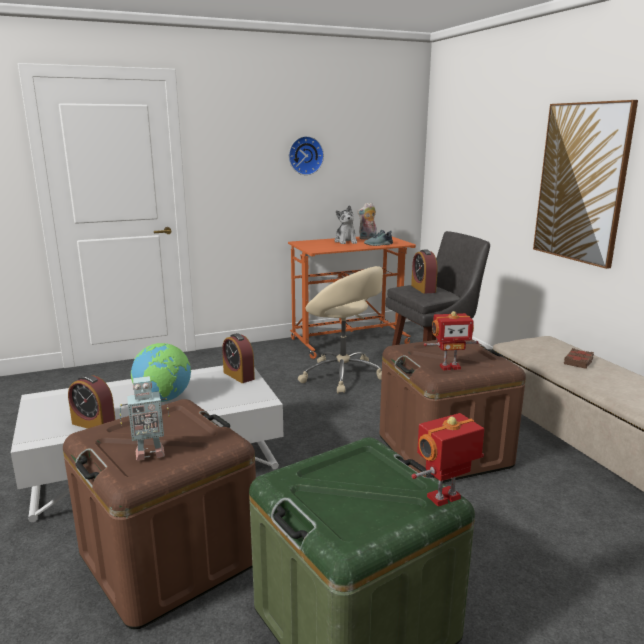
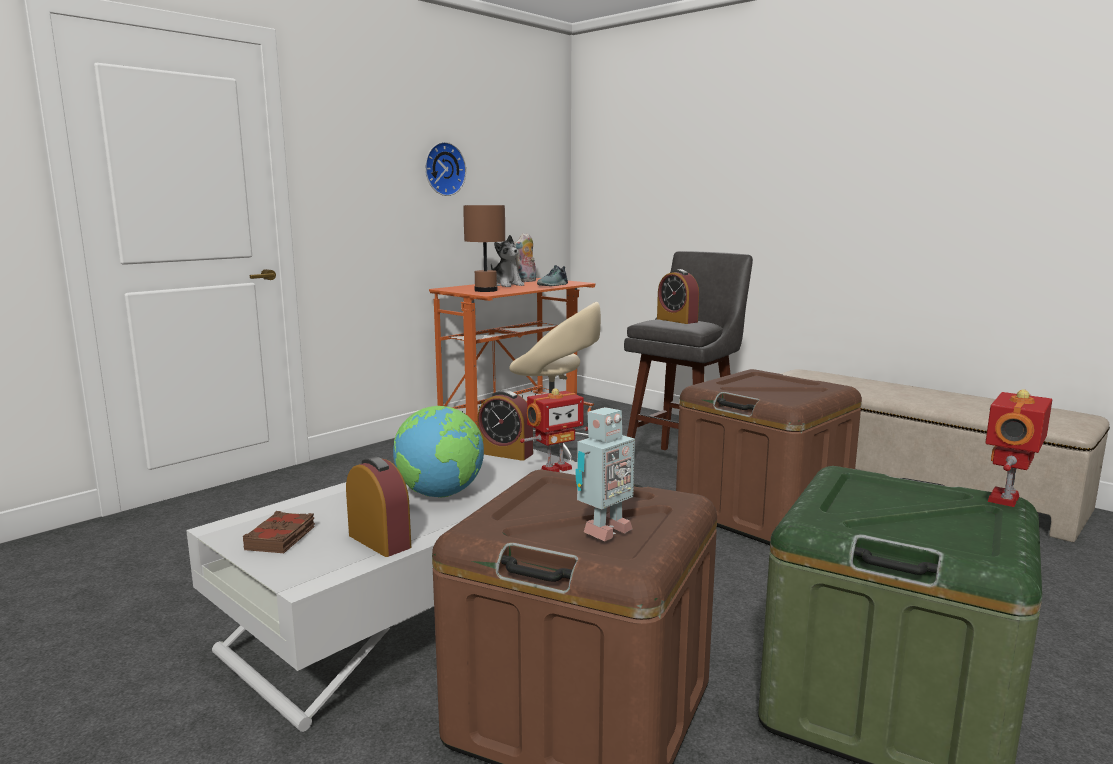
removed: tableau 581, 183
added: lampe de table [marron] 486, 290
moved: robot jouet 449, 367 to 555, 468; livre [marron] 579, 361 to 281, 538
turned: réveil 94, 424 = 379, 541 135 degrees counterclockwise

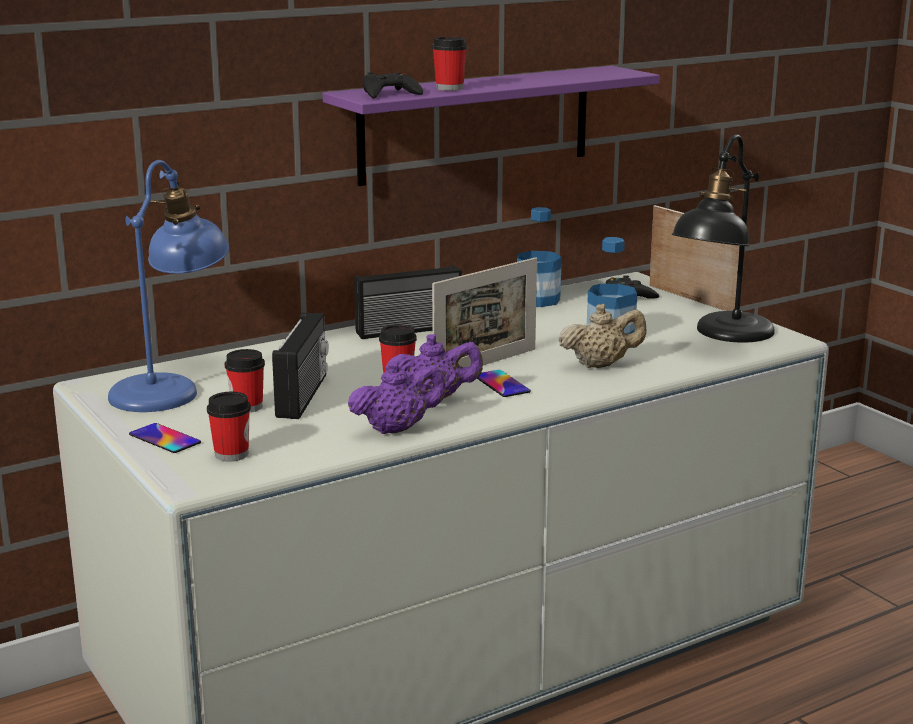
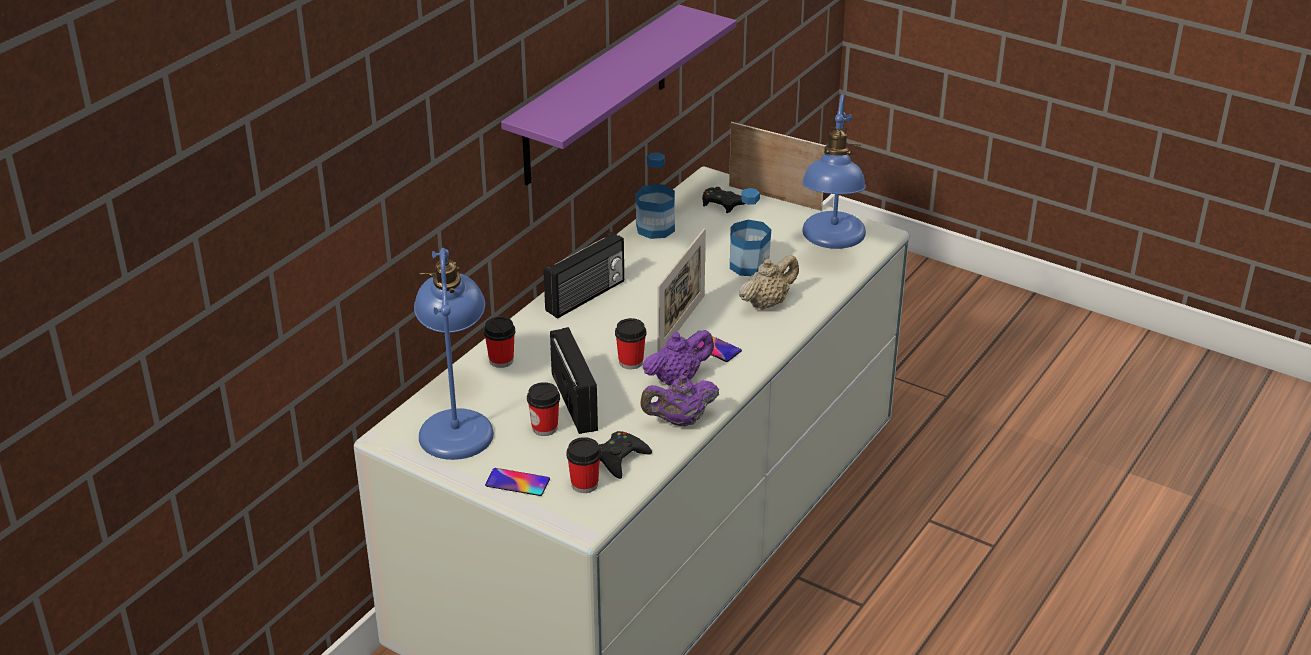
moved: tasse 449, 88 to 501, 360; manette [noir] 389, 94 to 620, 458
recoloured: lampe de table [noir] 722, 339 to lampe de table [bleu] 832, 247
turned: théière [violet] 397, 429 = 680, 421 150 degrees counterclockwise

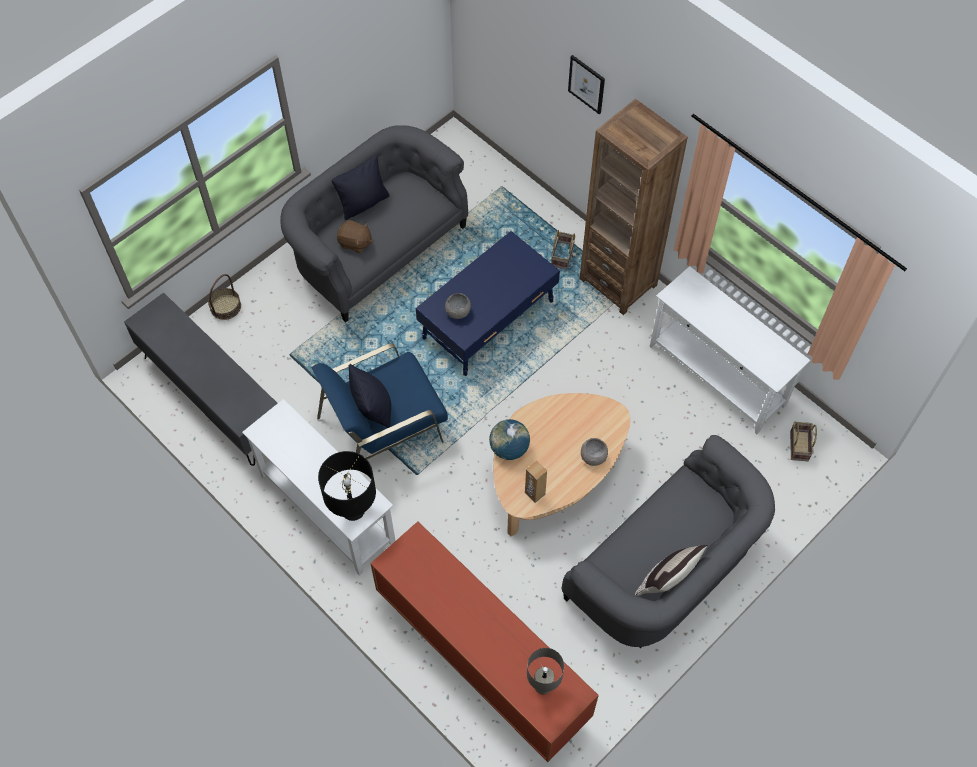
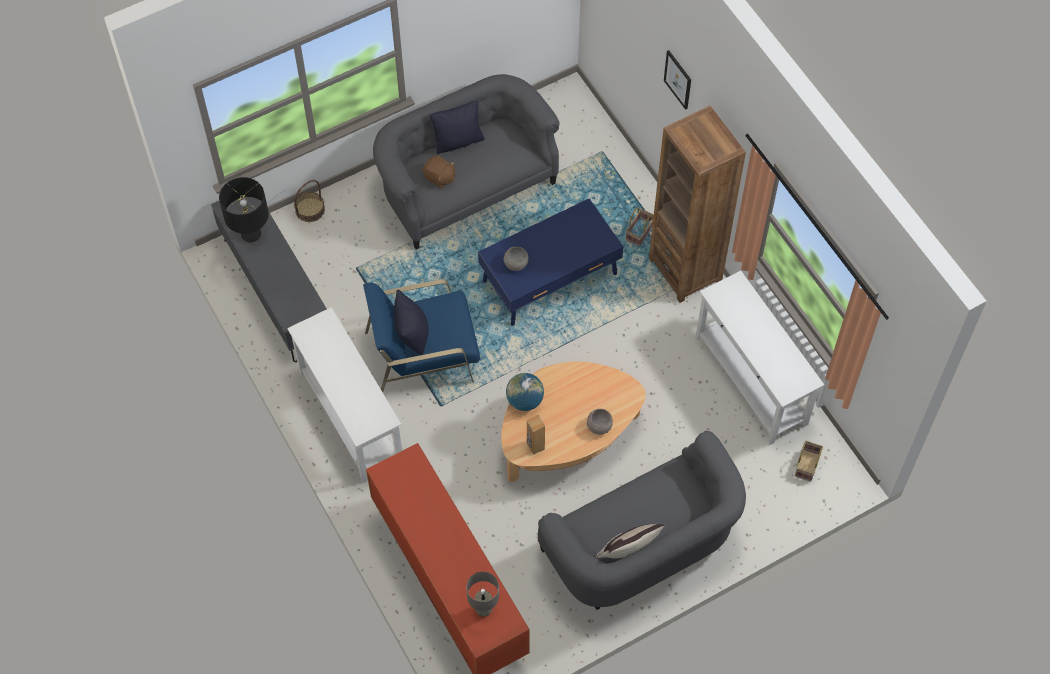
moved: lampe de table [noir] 353, 511 to 251, 235

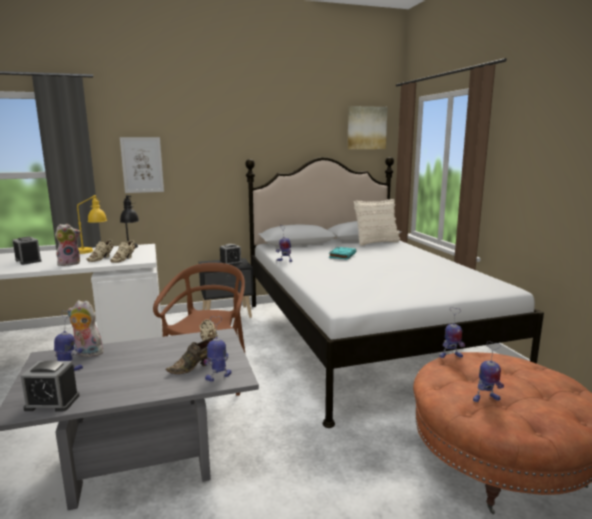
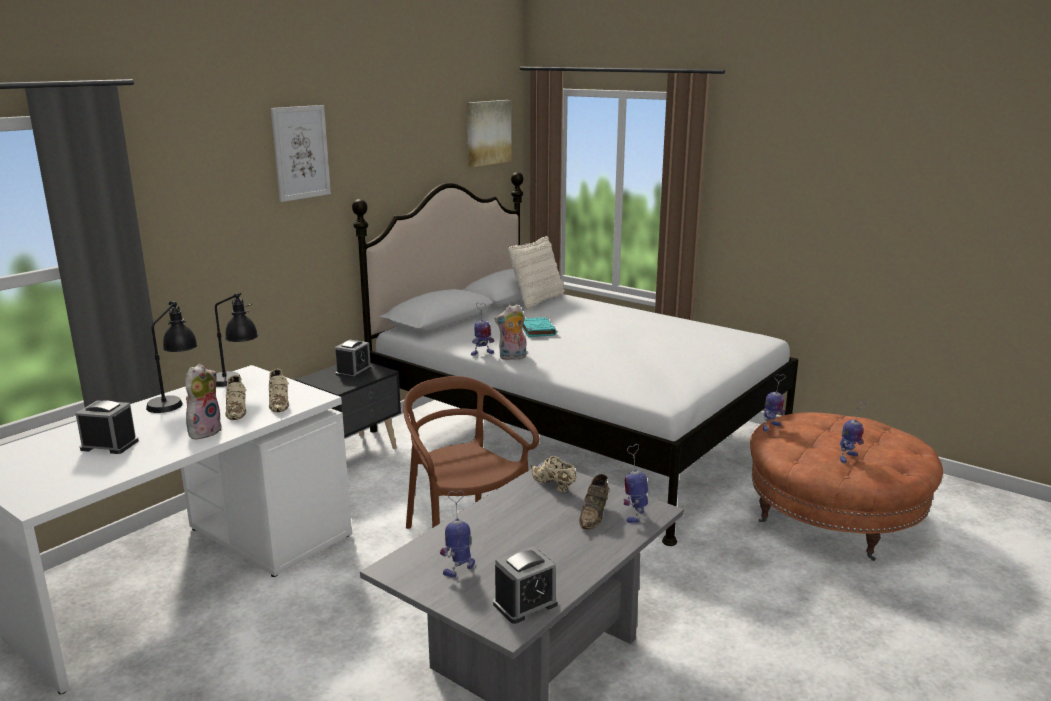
moved: tableau 142, 165 to 301, 152; peluche 87, 353 to 512, 357
recoloured: lampe de table [jaune] 92, 250 to lampe de table [noir] 176, 400

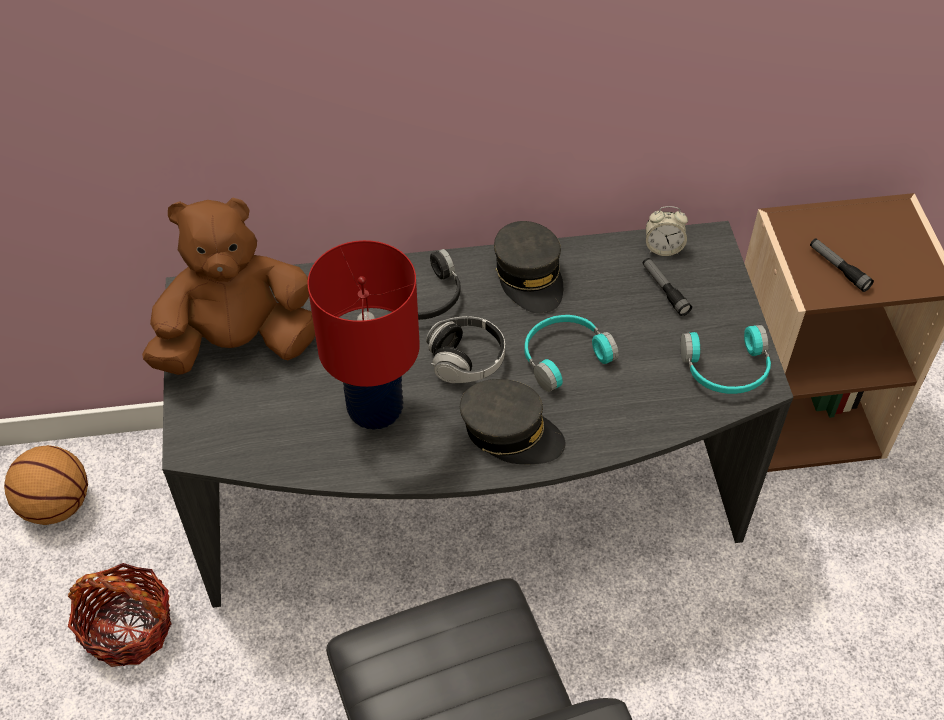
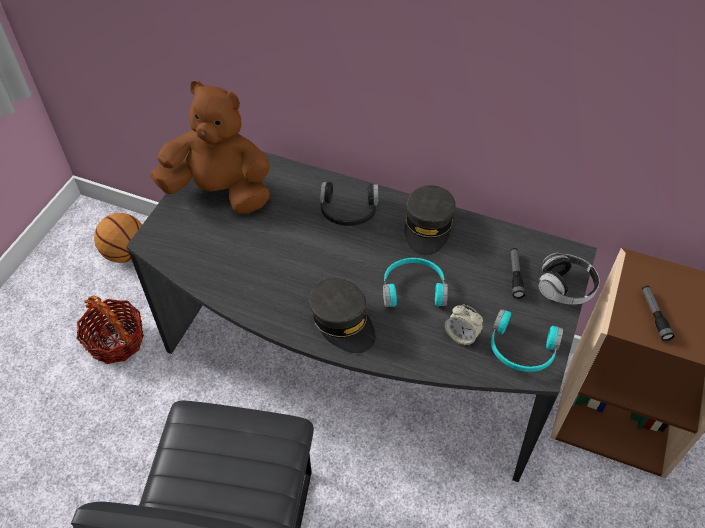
removed: lampe de table [rouge] 376, 412
moved: réveil 663, 248 to 461, 335; casque audio 466, 360 to 565, 287

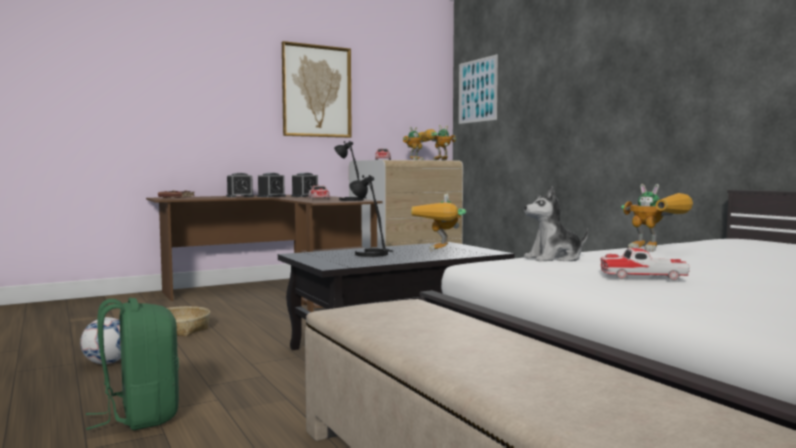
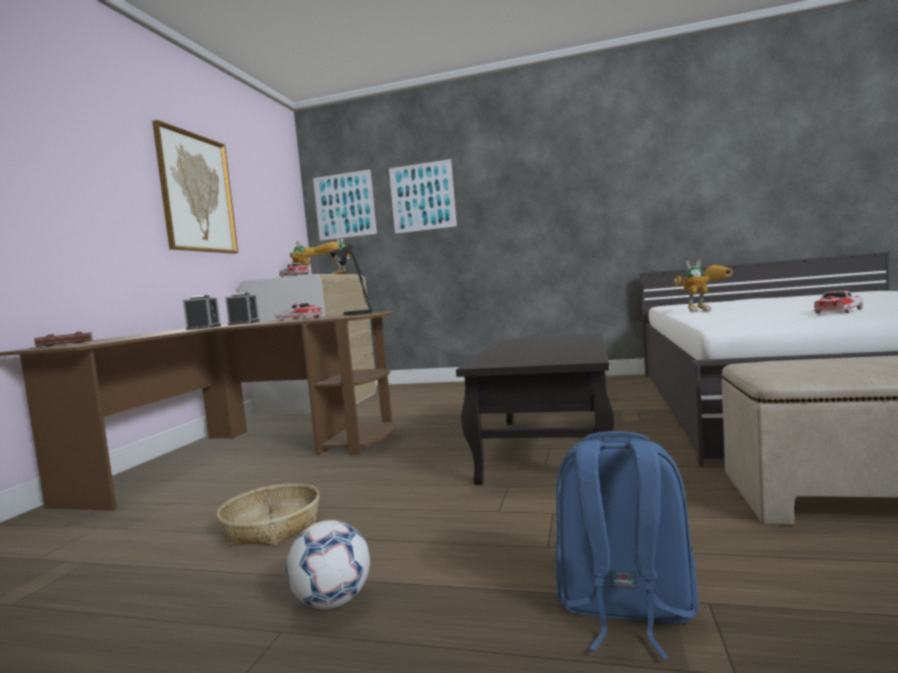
removed: réveil 240, 196; lampe de table [noir] 372, 254; peluche 554, 259; robot jouet 441, 251
added: tableau 422, 197
recoloured: sac à dos [vert] 140, 416 to sac à dos [bleu] 624, 610

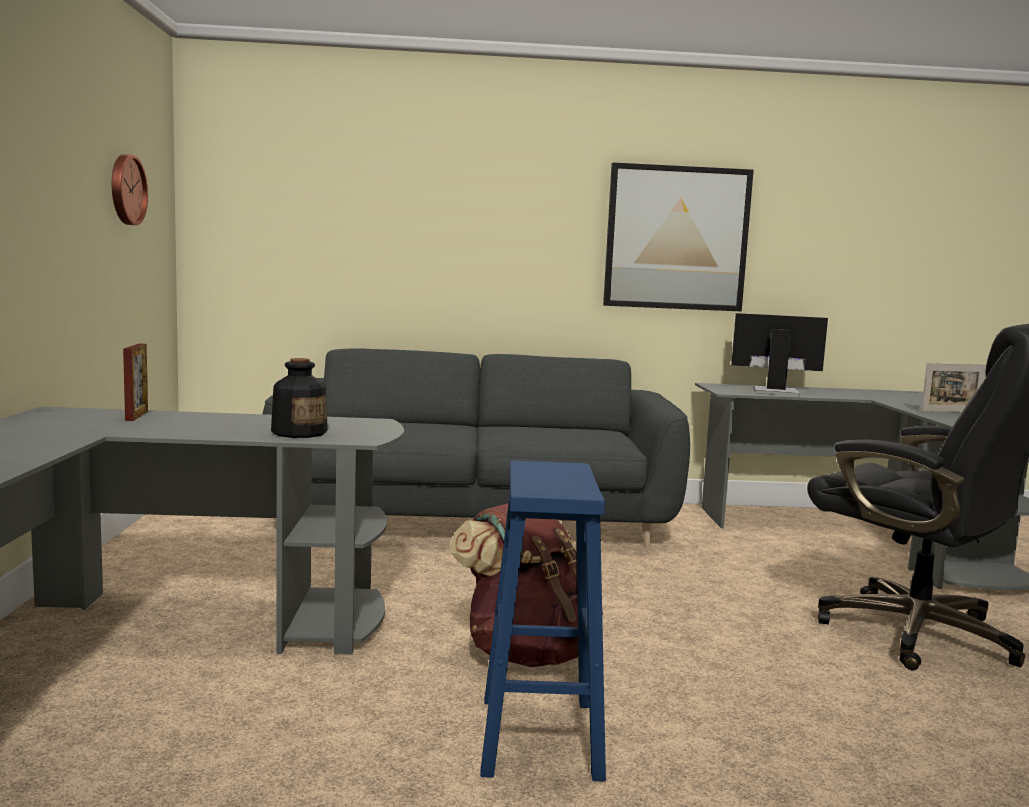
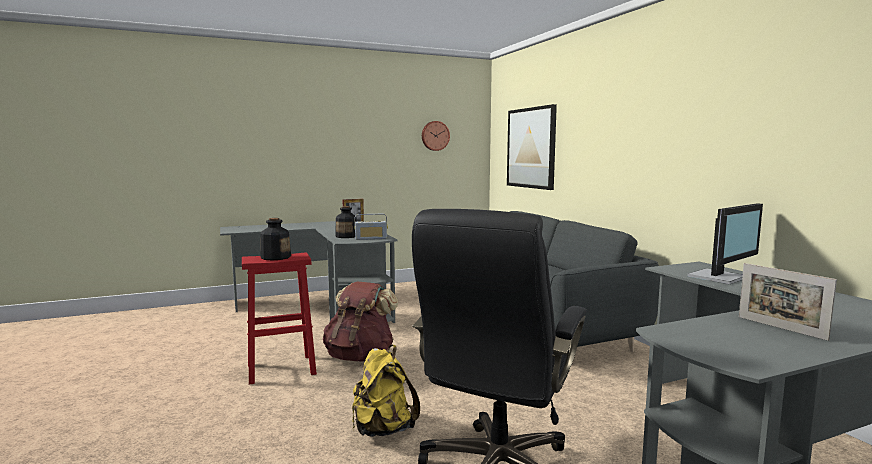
added: radio 371, 238; bouteille 275, 257; sac à dos [jaune] 383, 429
moved: tableau 676, 238 to 531, 148
recoloured: tabouret [bleu] 540, 738 to tabouret [rouge] 280, 369
turned: écran d'ordinateur 774, 391 = 720, 277 60 degrees clockwise

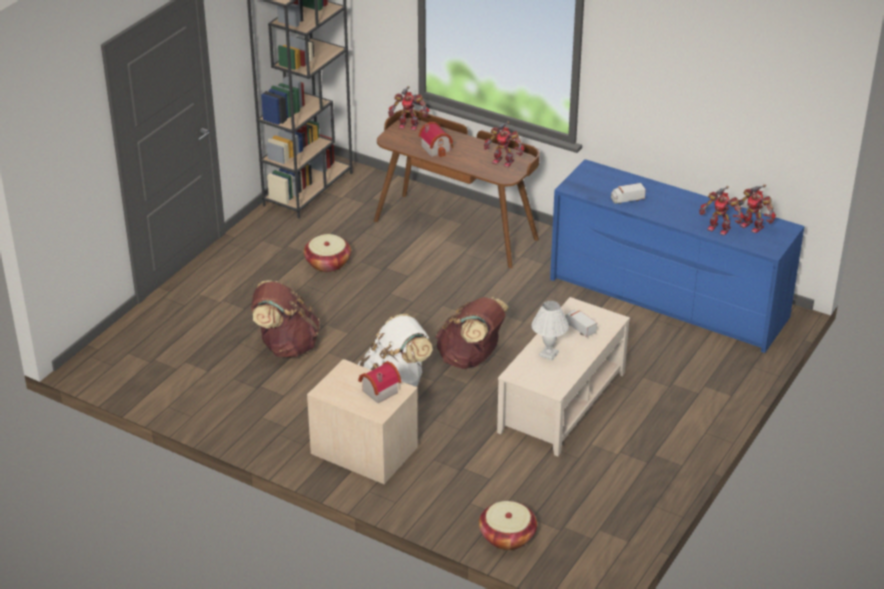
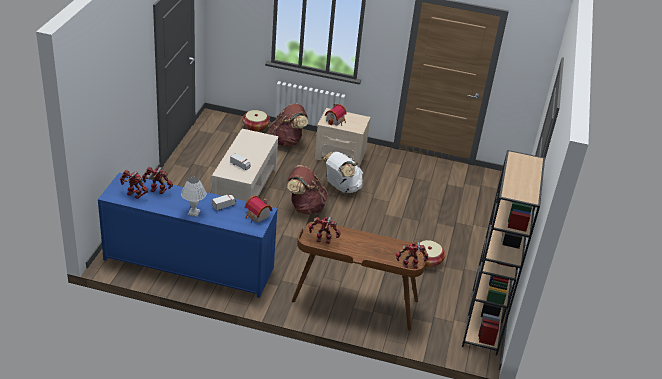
moved: maison miniature 437, 148 to 257, 216; sac à dos [marron] 286, 346 to 287, 141; lampe de table [blanc] 548, 354 to 194, 212

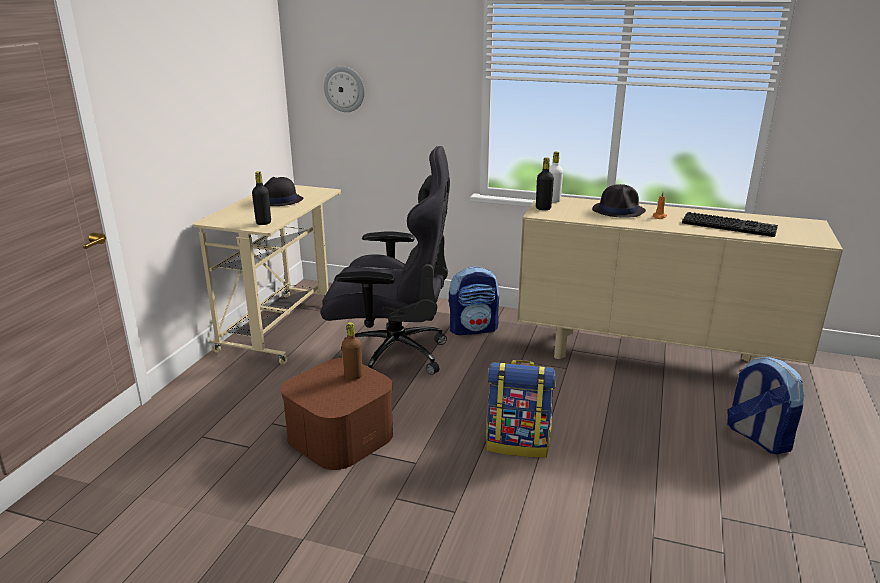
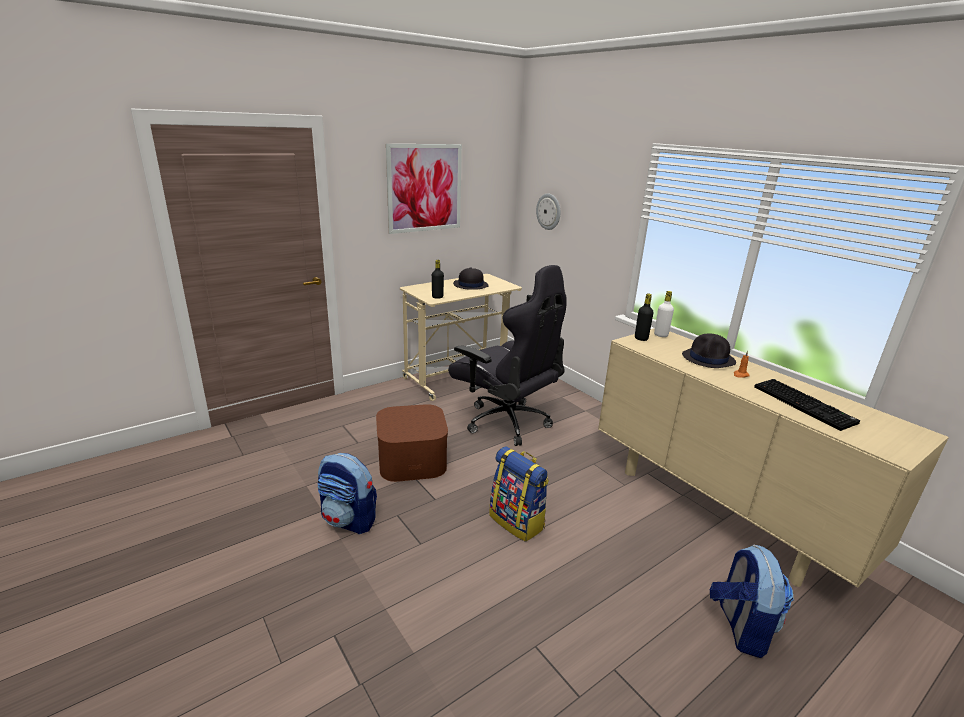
removed: bouteille [marron] 353, 376
added: tableau 424, 188
moved: sac à dos 473, 329 to 349, 520

